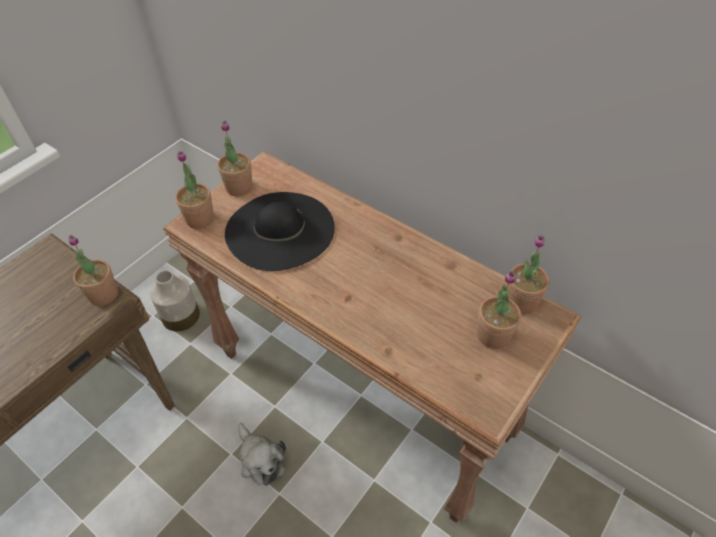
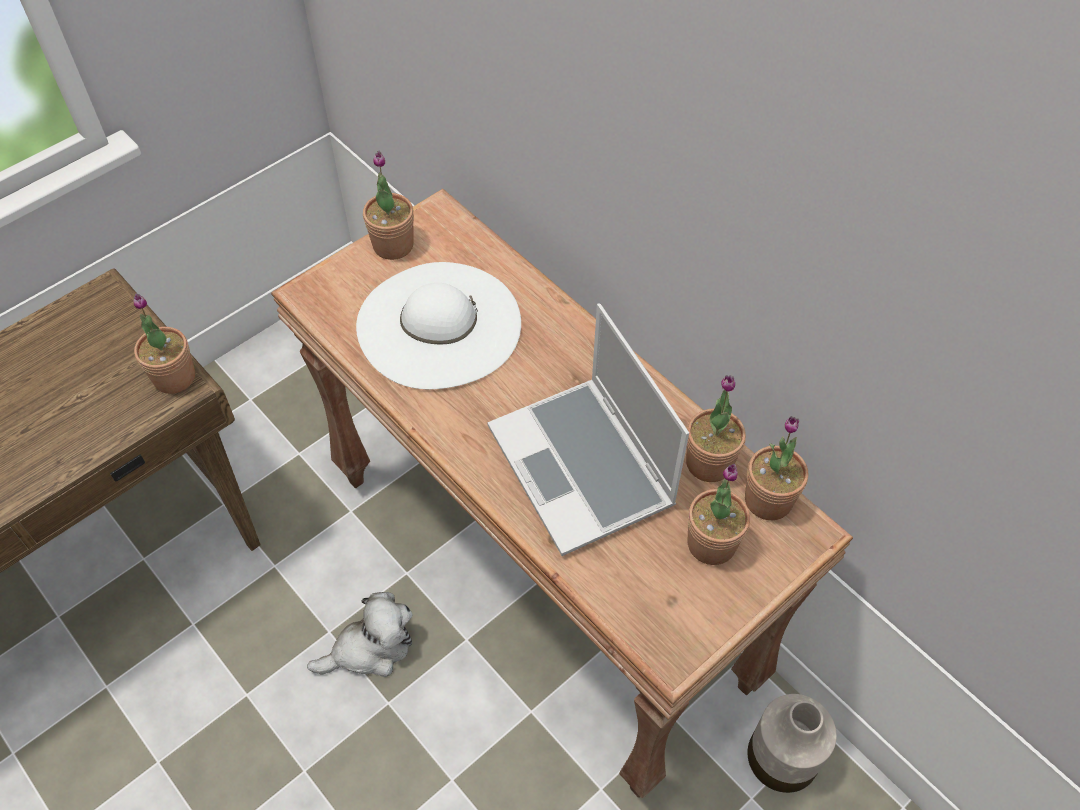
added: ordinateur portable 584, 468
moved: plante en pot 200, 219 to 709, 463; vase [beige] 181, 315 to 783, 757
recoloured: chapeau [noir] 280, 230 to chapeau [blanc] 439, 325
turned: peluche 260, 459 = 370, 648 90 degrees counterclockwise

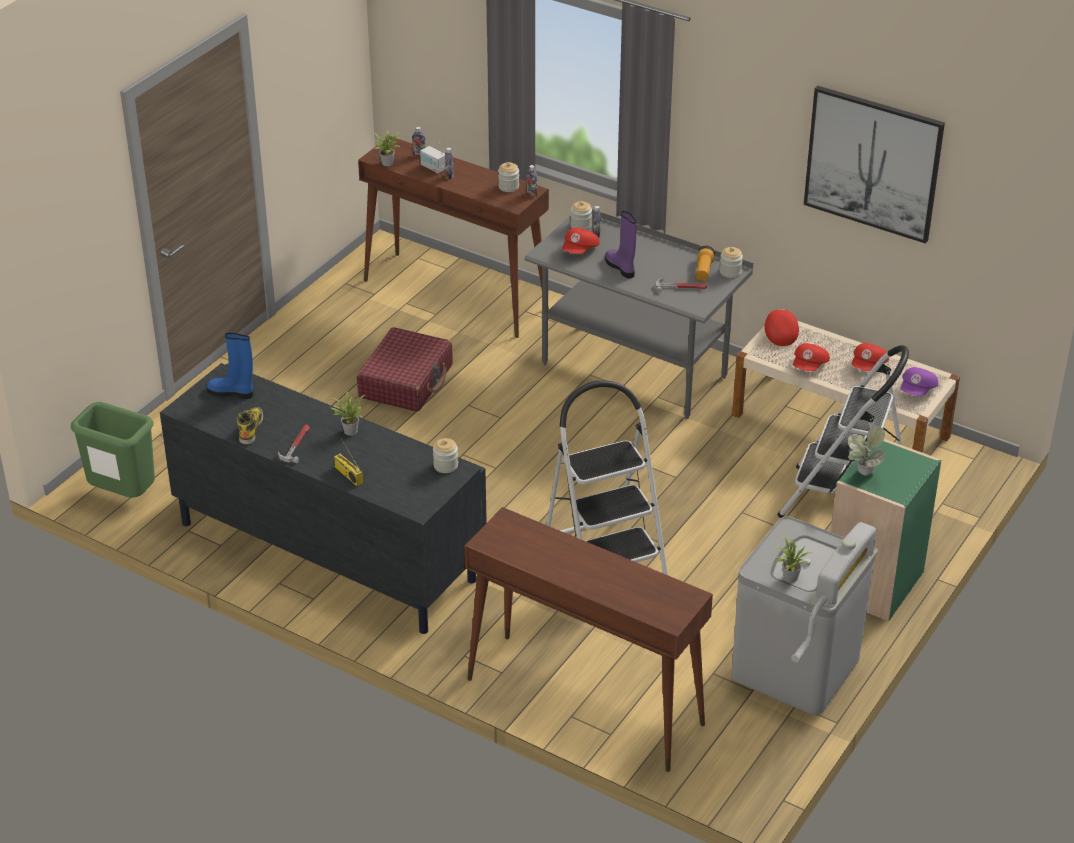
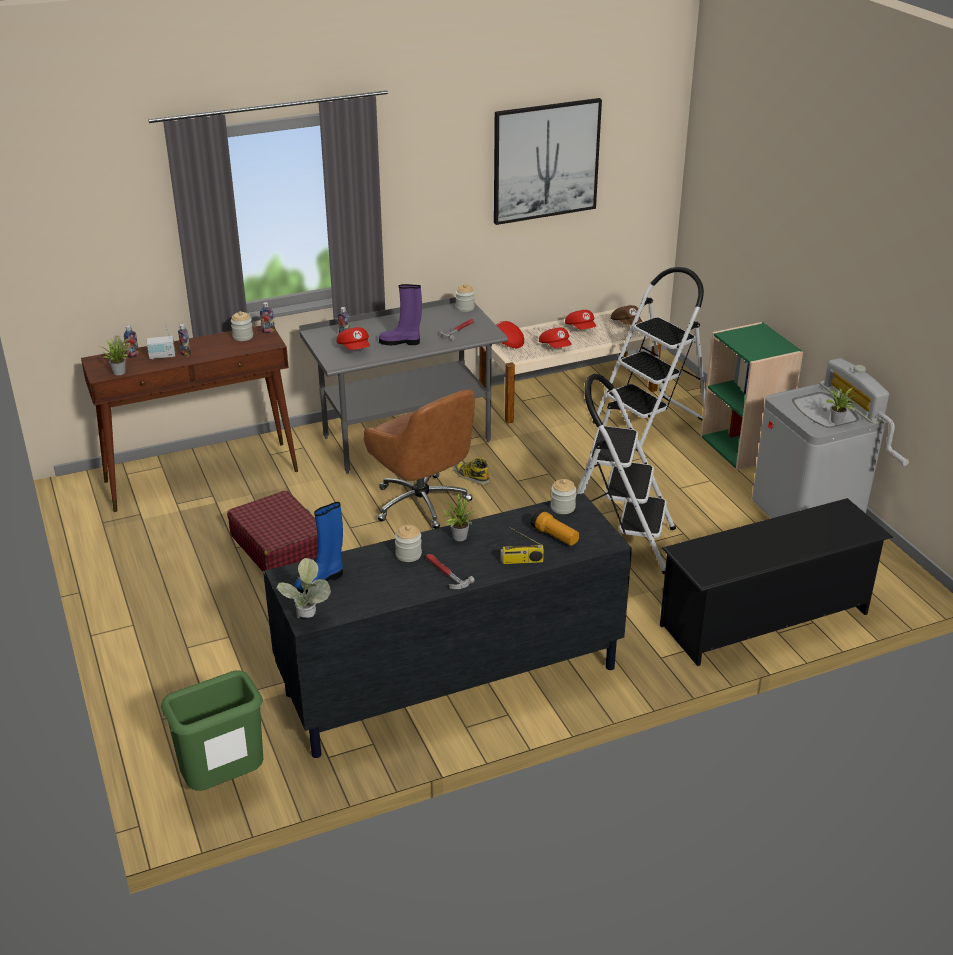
added: chaise de bureau [marron] 420, 503
moved: bocal 581, 226 to 408, 554; lampe de poche 703, 271 to 554, 536; botte 251, 428 to 471, 476; plante en pot 862, 476 to 307, 619
replaced: table console [marron] 583, 701 to étagère à chaussures [noir] 765, 619
recoloured: casquette [violet] 918, 390 to casquette [marron] 627, 324

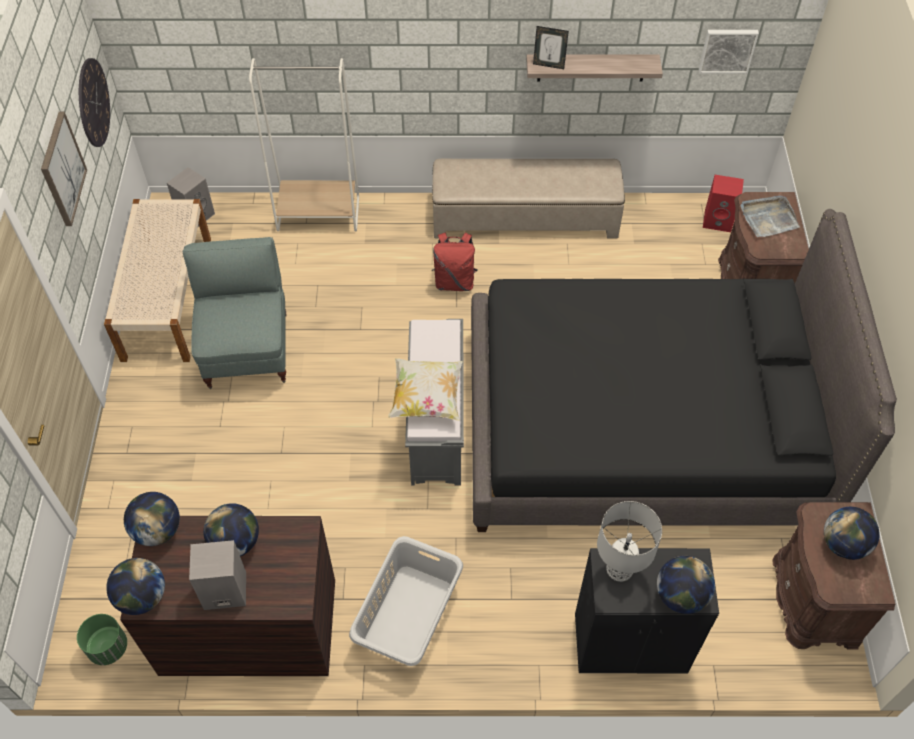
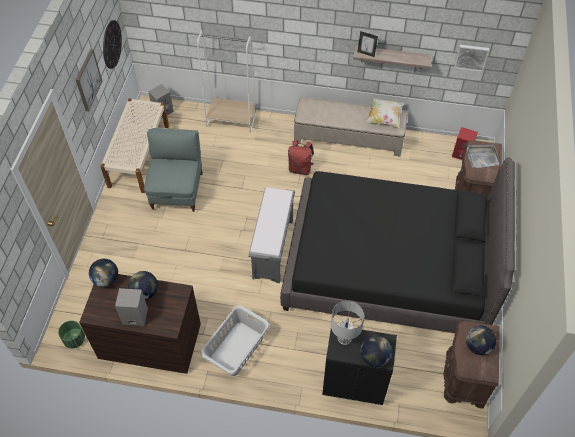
removed: globe 142, 597
moved: coussin 426, 399 to 384, 118

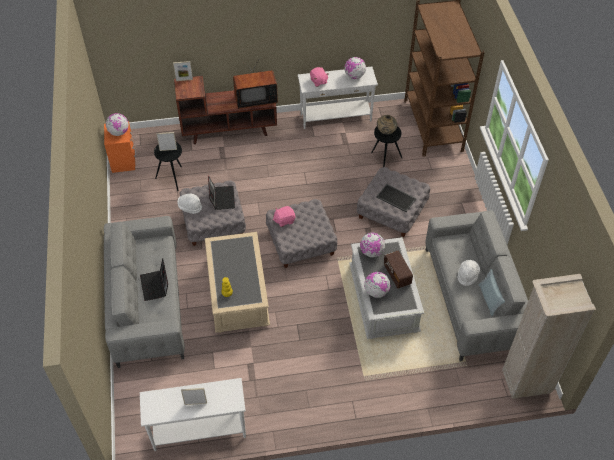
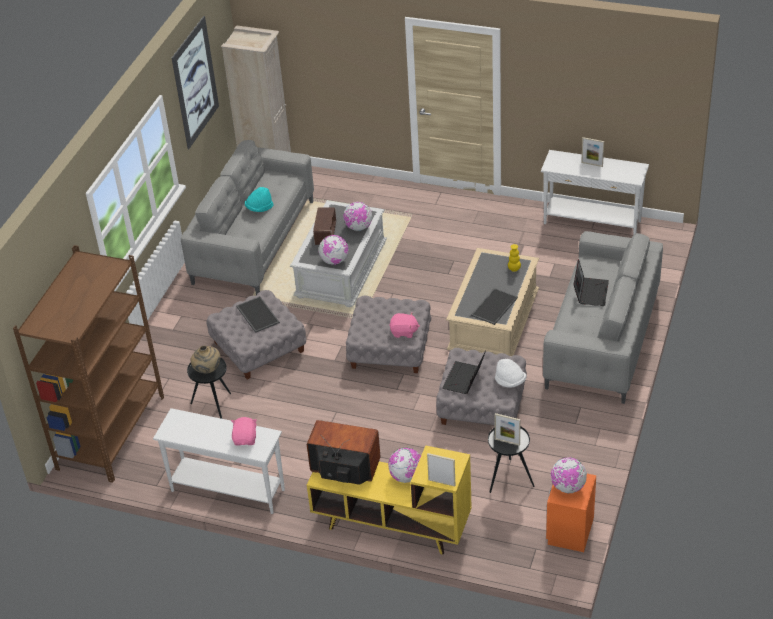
removed: coussin [bleu] 489, 299
added: tableau 195, 82; plateau 494, 306
moved: globe 354, 76 to 406, 477
recoloured: meuble télé [marron] 229, 130 to meuble télé [jaune] 390, 526; chapeau [blanc] 467, 275 to chapeau [turquoise] 259, 208

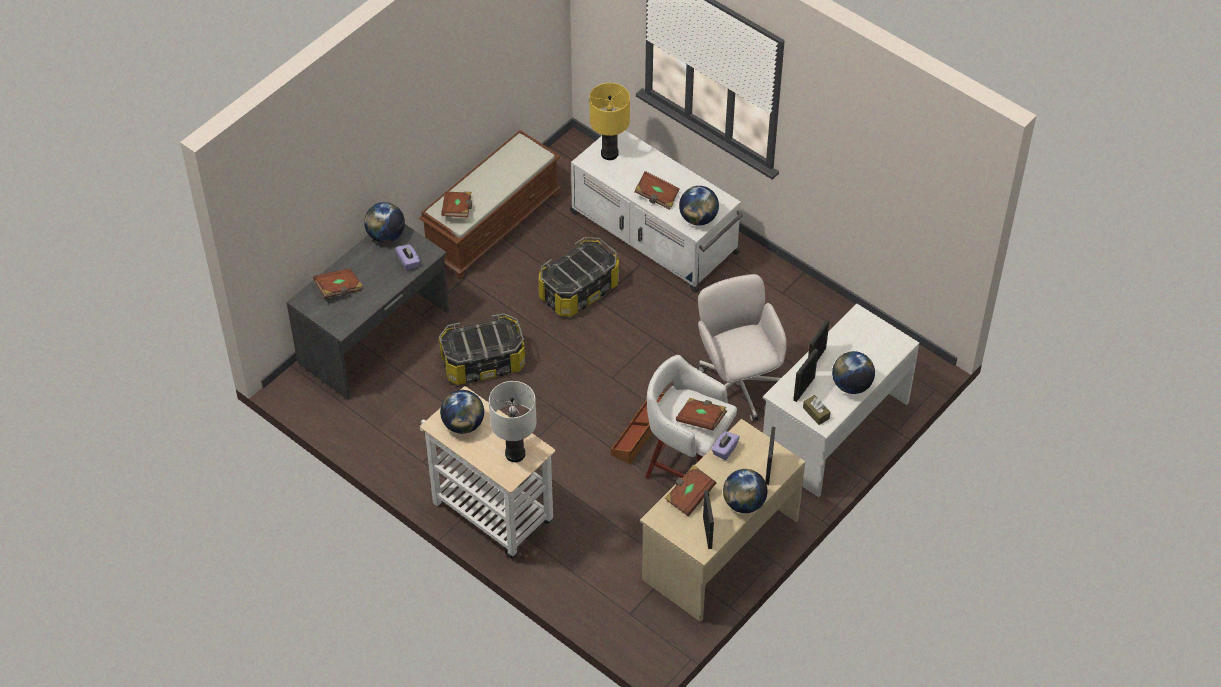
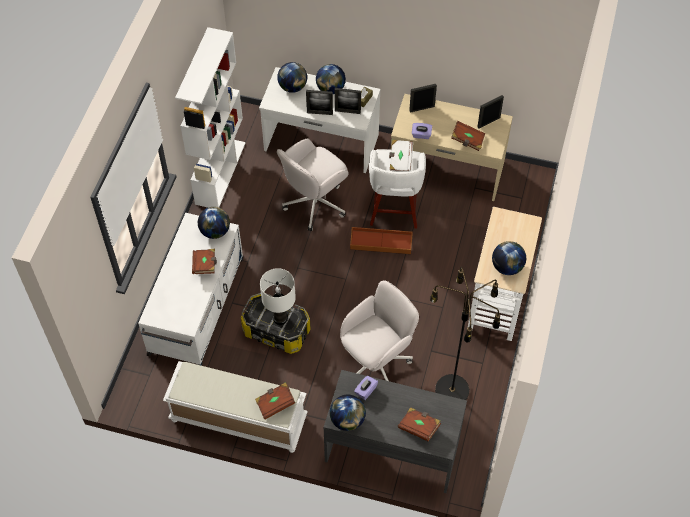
removed: lampe de table [jaune] 609, 153
added: bibliothèque [blanc] 220, 172; lampadaire 452, 390
moved: lampe de table [blanc] 515, 453 to 280, 318; globe 744, 503 to 292, 87
replaced: boîte de rangement 483, 363 to chaise de bureau [blanc] 376, 364
recoloured: banc [marron] 492, 224 to banc [blanc] 237, 419; livre [marron] 701, 419 to livre [blanc] 400, 160

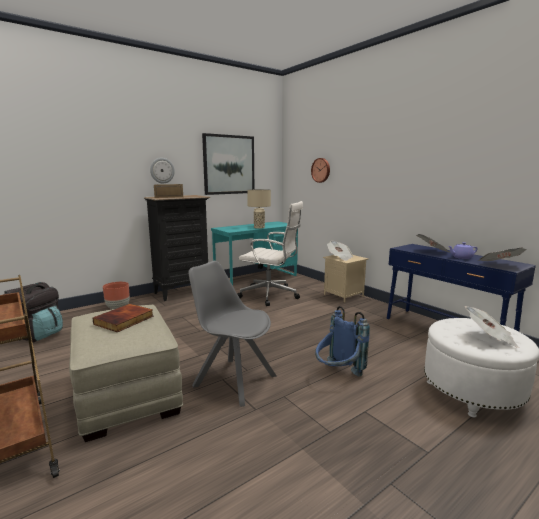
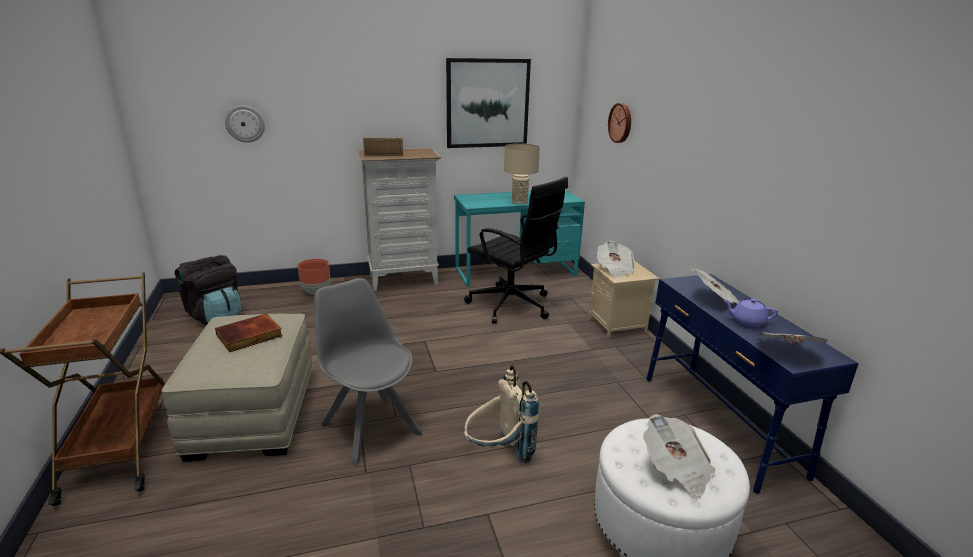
moved: horloge murale 162, 170 to 245, 123
recoloured: commode [noir] 183, 292 to commode [blanc] 405, 280; chaise de bureau [blanc] 271, 295 to chaise de bureau [noir] 512, 306; sac à dos [bleu] 338, 375 to sac à dos [beige] 498, 453

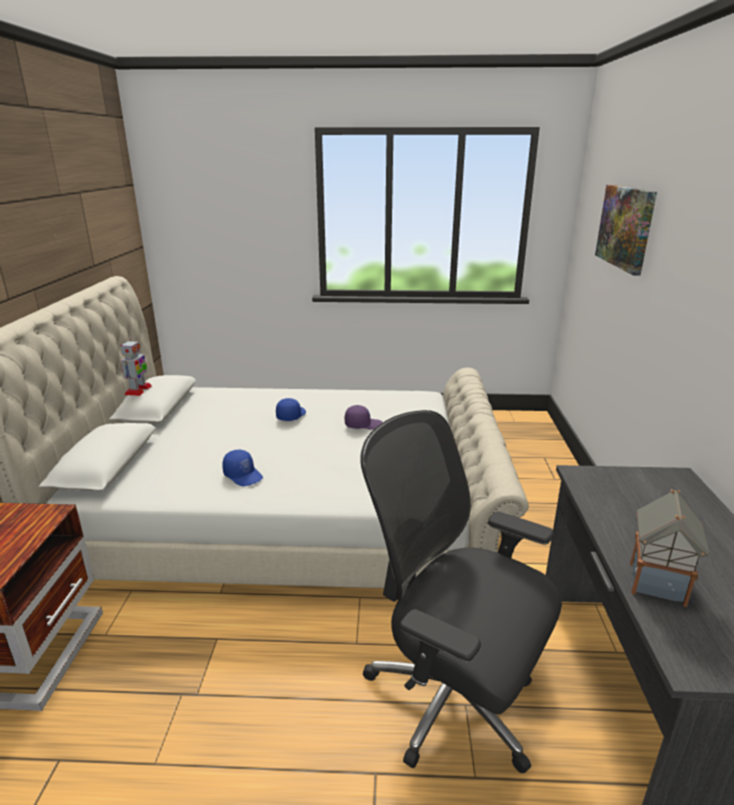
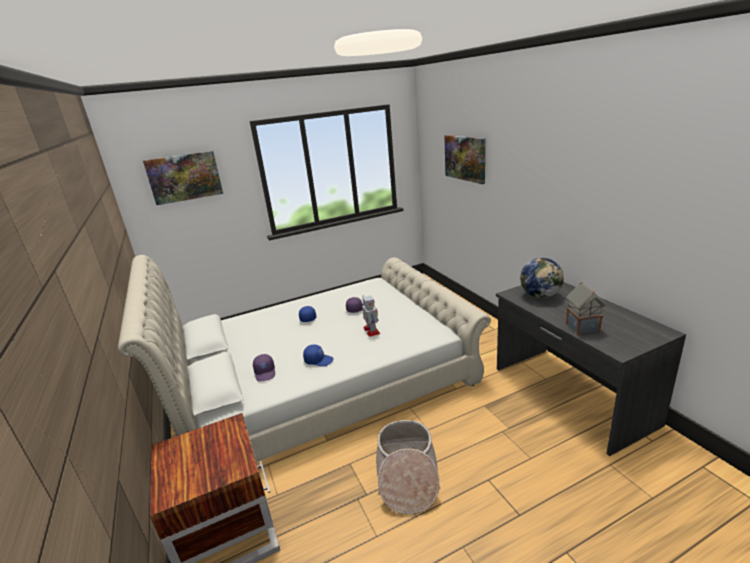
removed: chaise de bureau 453, 701
added: tableau 184, 177; globe 540, 296; casquette [violet] 265, 372; panier 407, 476
moved: robot jouet 138, 390 to 371, 331

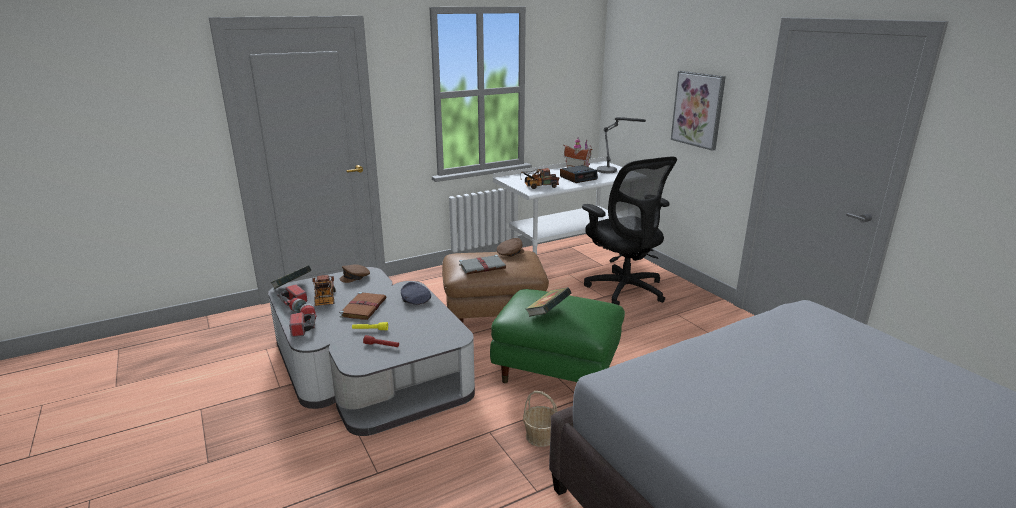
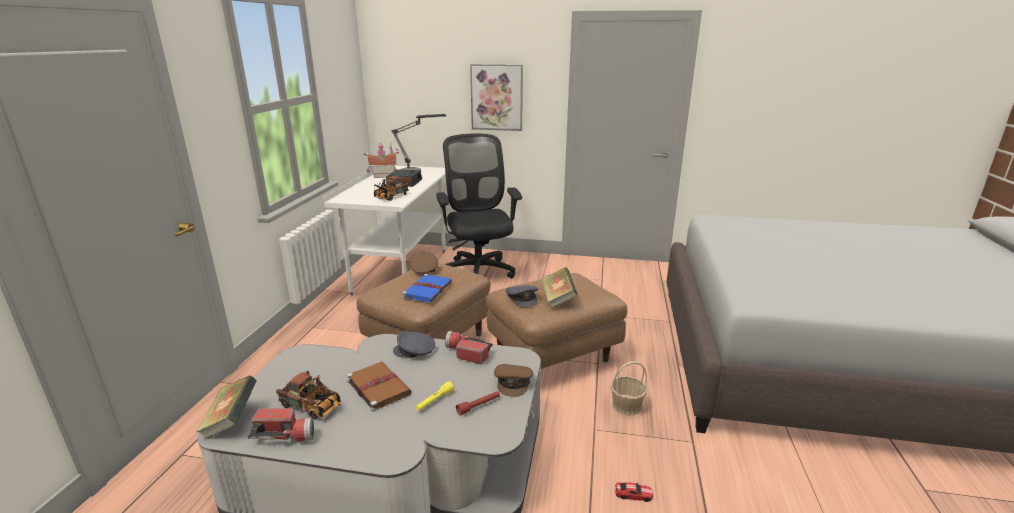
added: casquette [gris] 522, 298; petite voiture 633, 494
moved: casquette [marron] 355, 277 to 513, 382; lampe de poche 304, 326 to 466, 353
recoloured: livre [gris] 483, 266 to livre [bleu] 428, 290; pouf [vert] 557, 373 to pouf [marron] 553, 356
turned: chaise de bureau [noir] 622, 288 = 479, 274 120 degrees counterclockwise

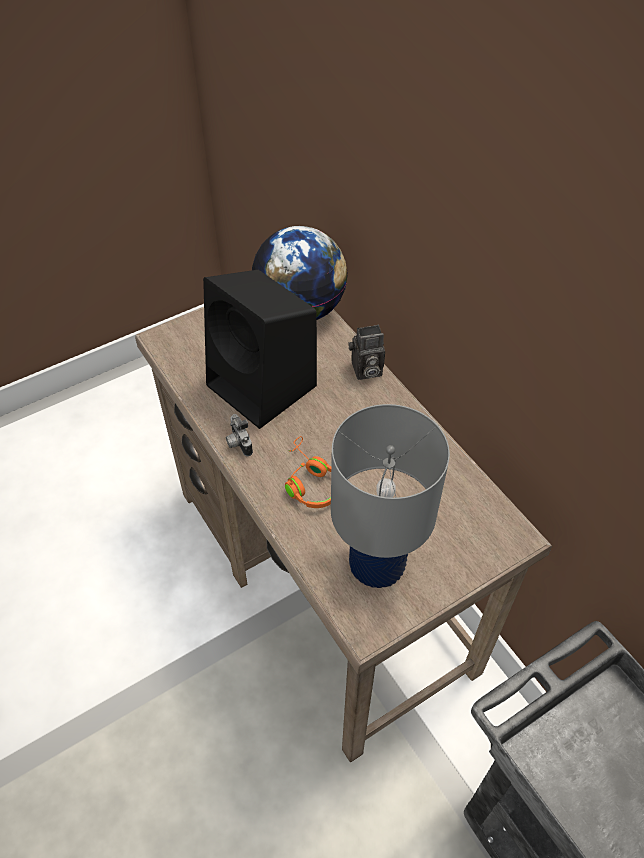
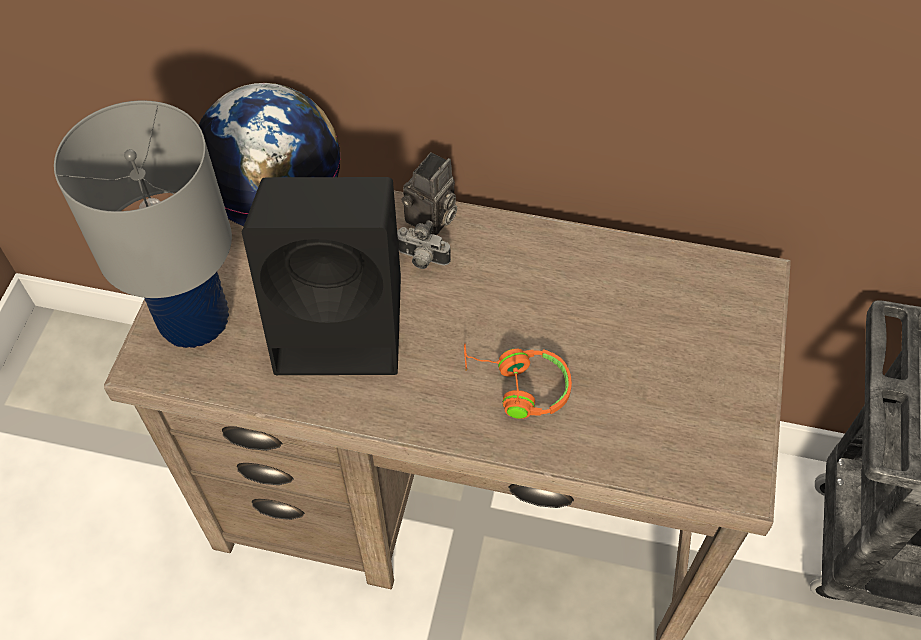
moved: lampe de table [gris] 376, 566 to 195, 323; appareil photo 238, 443 to 421, 260

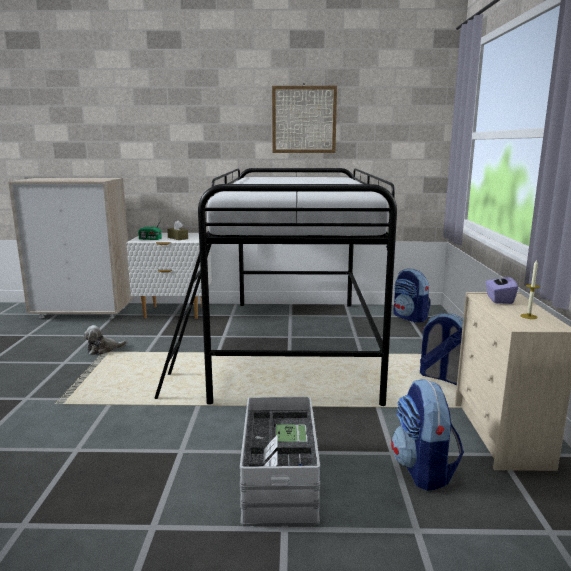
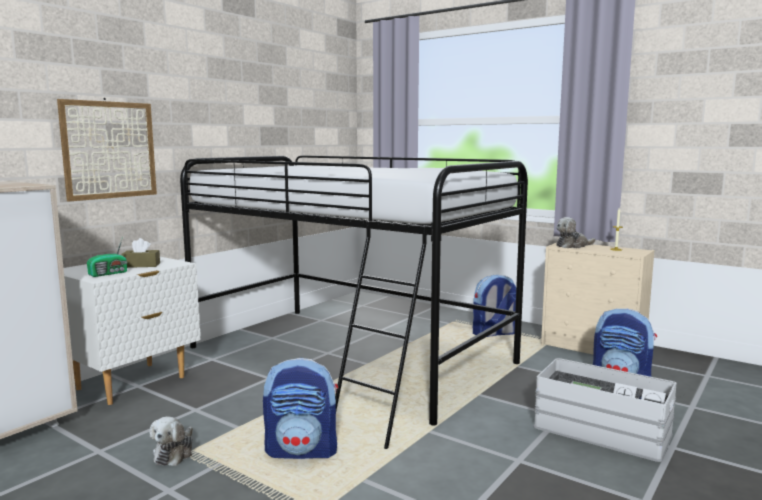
moved: tableau 304, 118 to 109, 148; sac à dos 410, 317 to 302, 451
replaced: boîte à mouchoirs [violet] 499, 299 to peluche 573, 246

